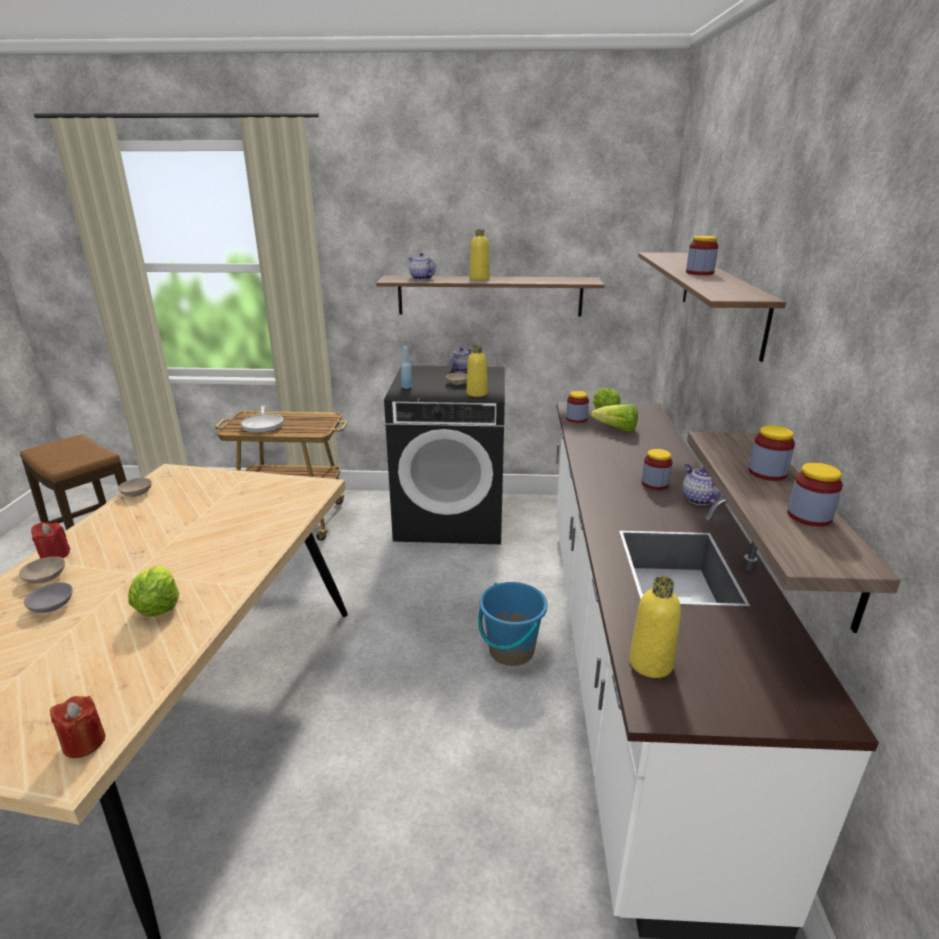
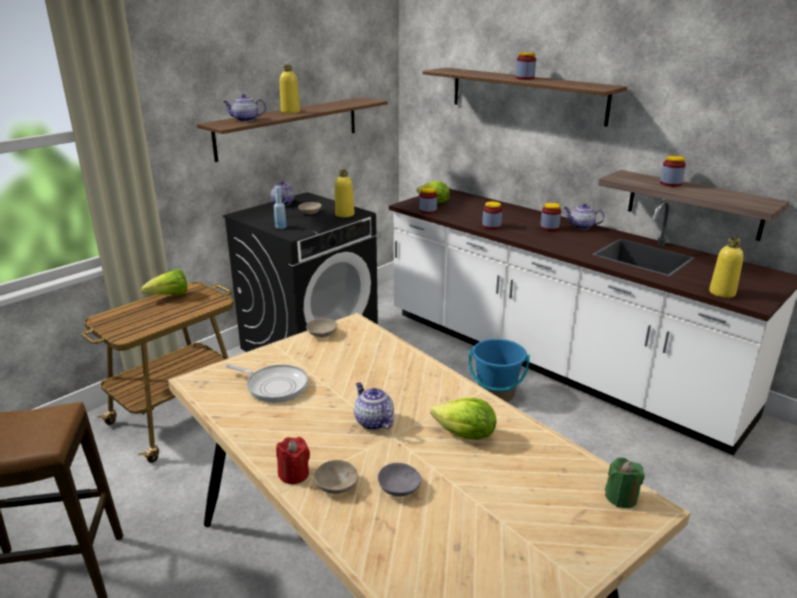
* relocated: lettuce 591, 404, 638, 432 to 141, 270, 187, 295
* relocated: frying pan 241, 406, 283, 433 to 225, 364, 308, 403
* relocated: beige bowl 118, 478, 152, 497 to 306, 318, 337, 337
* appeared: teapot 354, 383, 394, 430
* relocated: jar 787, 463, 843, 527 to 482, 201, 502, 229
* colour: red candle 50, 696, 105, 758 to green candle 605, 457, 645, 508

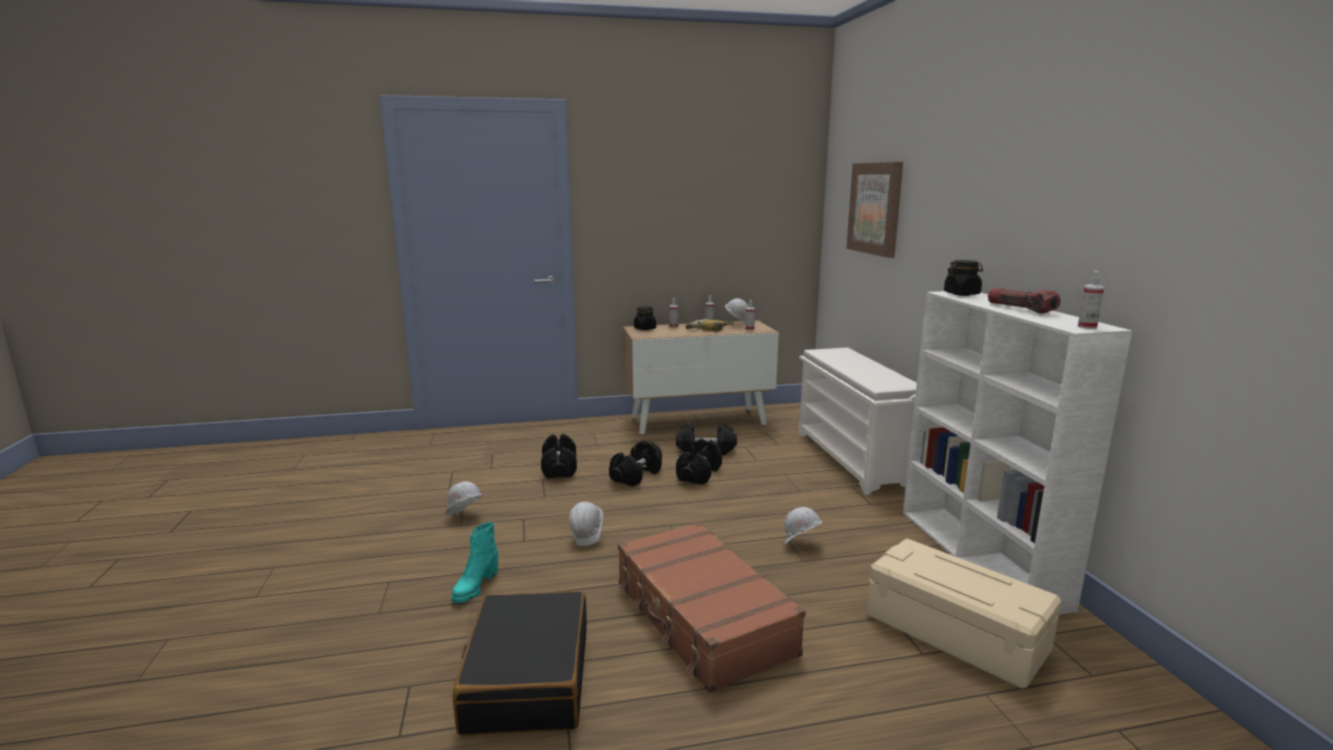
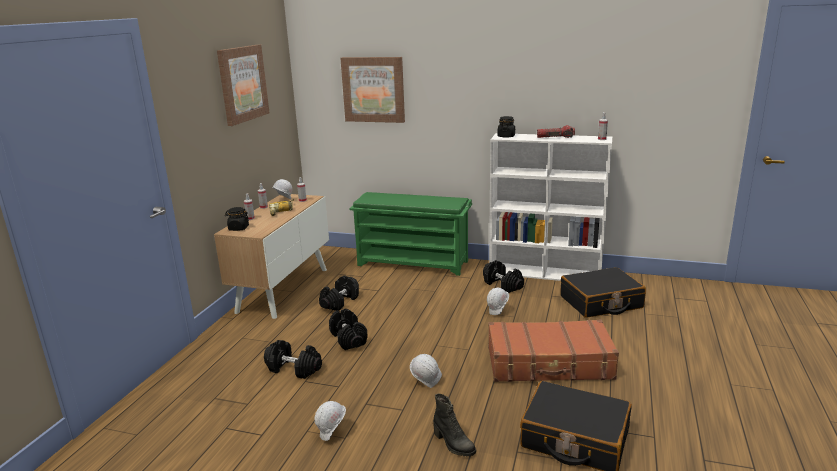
* appeared: picture 217, 45, 270, 126
* colour: white shoe rack 798, 348, 917, 495 to green shoe rack 350, 192, 472, 276
* colour: turquoise boot 452, 522, 498, 603 to black boot 433, 394, 476, 456
* relocated: black dumbbell 676, 439, 722, 485 to 483, 260, 524, 293
* exchanged: beige storage box 866, 539, 1061, 689 to black suitcase 560, 267, 646, 318

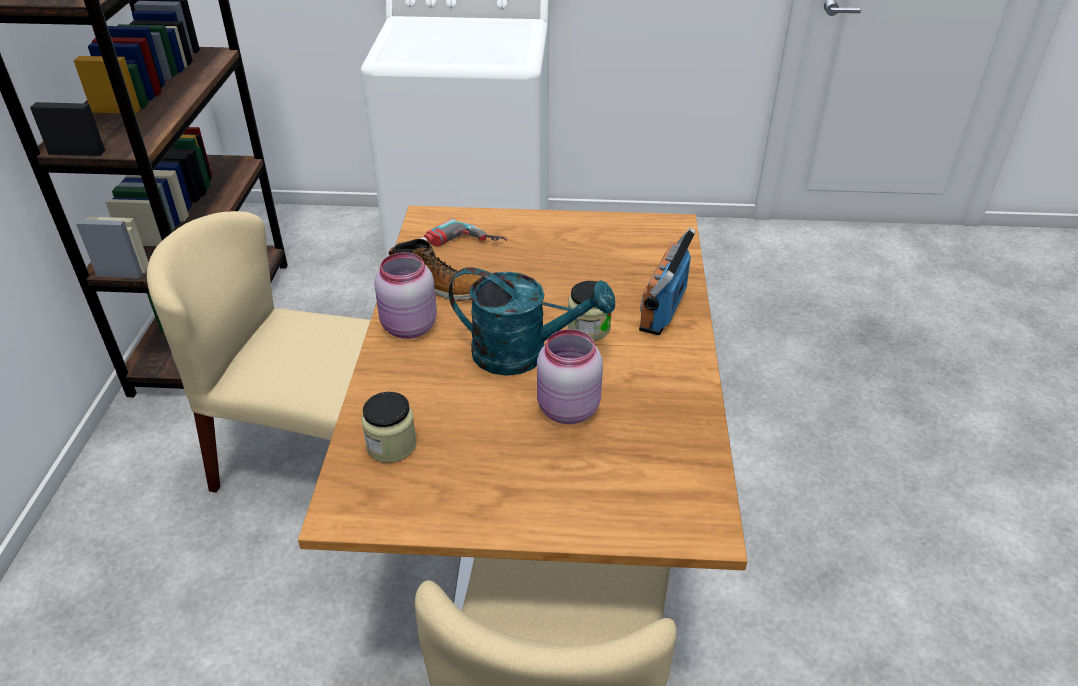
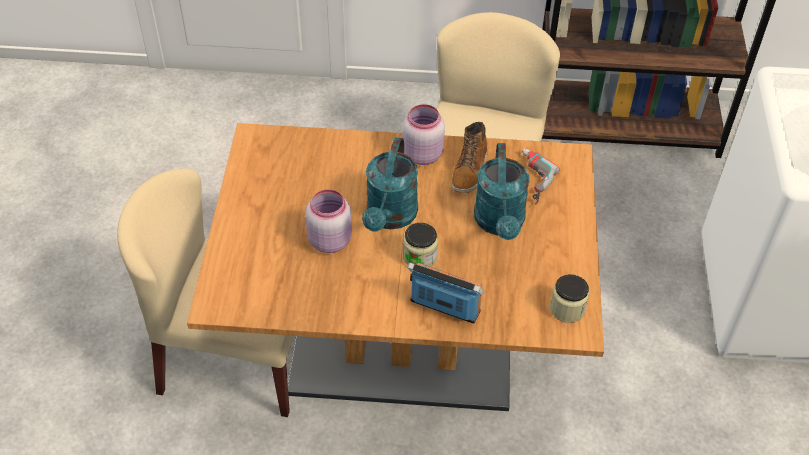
* appeared: turquoise watering can 474, 143, 530, 240
* relocated: jar 361, 392, 417, 463 to 550, 274, 589, 323

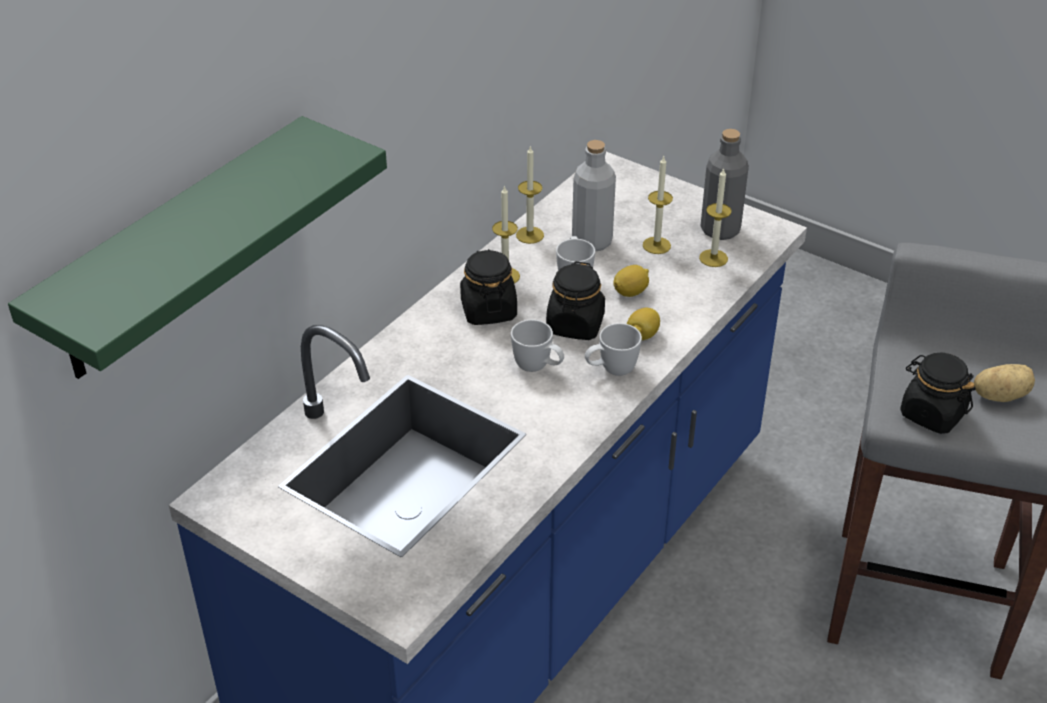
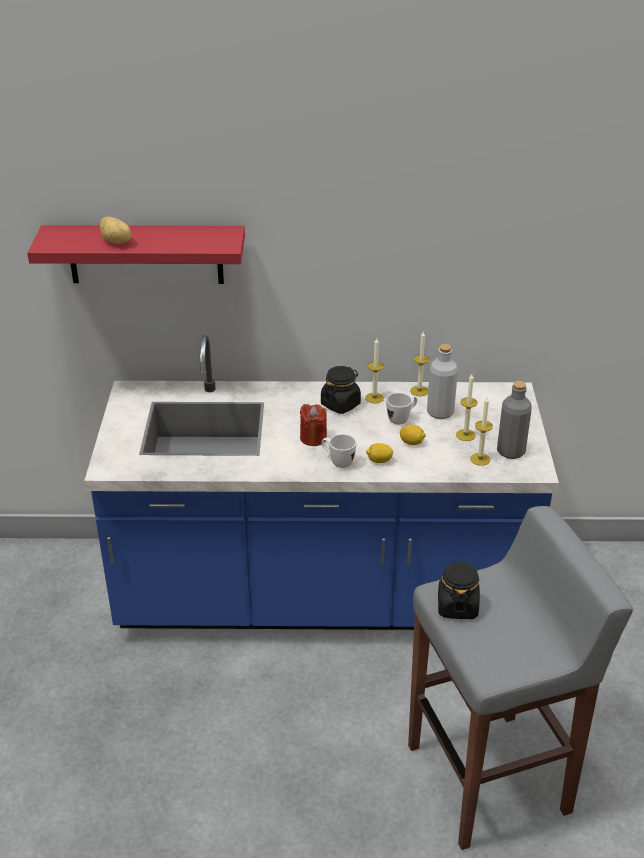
* colour: green shelf 8, 116, 387, 379 to red shelf 27, 225, 245, 284
* relocated: potato 974, 364, 1035, 402 to 100, 217, 131, 244
* exchanged: white mug 511, 320, 564, 372 to red candle 300, 404, 327, 446
* missing: black jar 546, 261, 605, 340

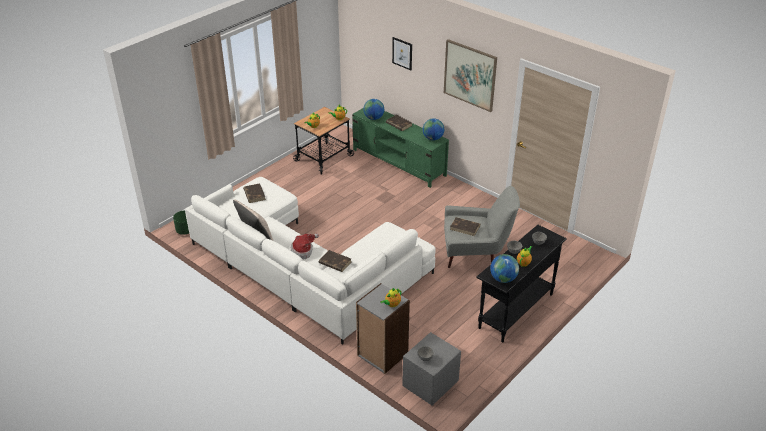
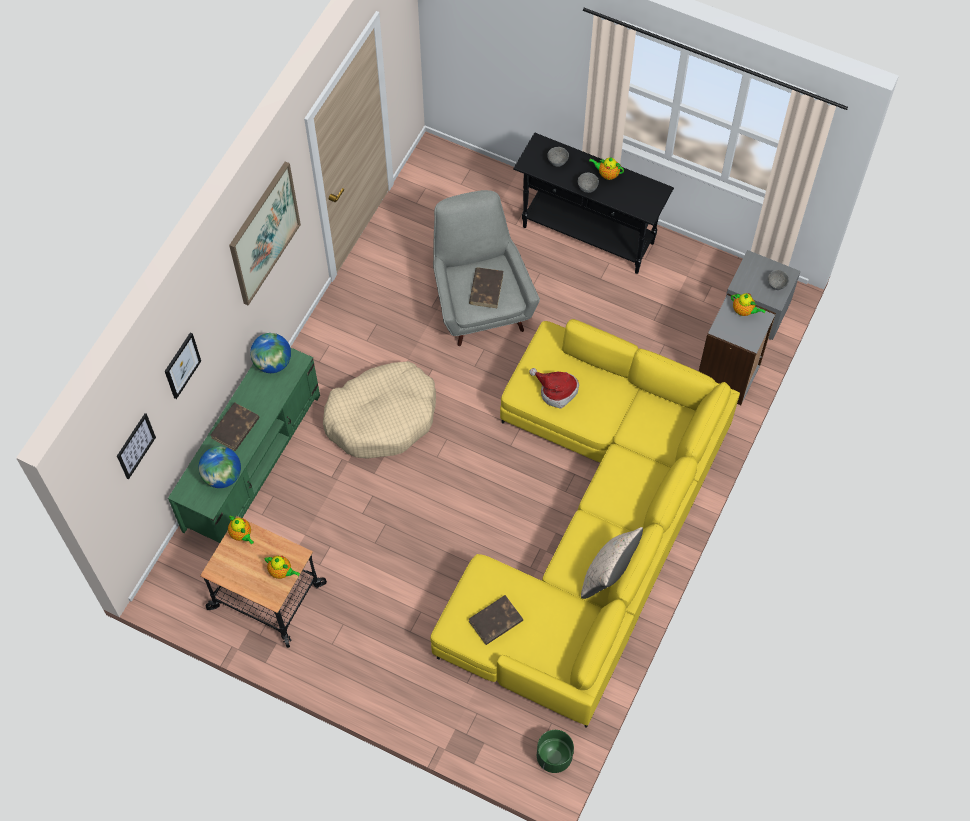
* appeared: picture 117, 413, 156, 480
* appeared: beige dog bed 323, 361, 436, 459
* colour: white sofa 185, 177, 436, 345 to yellow sofa 430, 319, 740, 728
* relocated: hat 291, 233, 319, 260 to 529, 368, 579, 409
* missing: brown book 319, 250, 351, 272
* missing: globe 490, 254, 519, 283

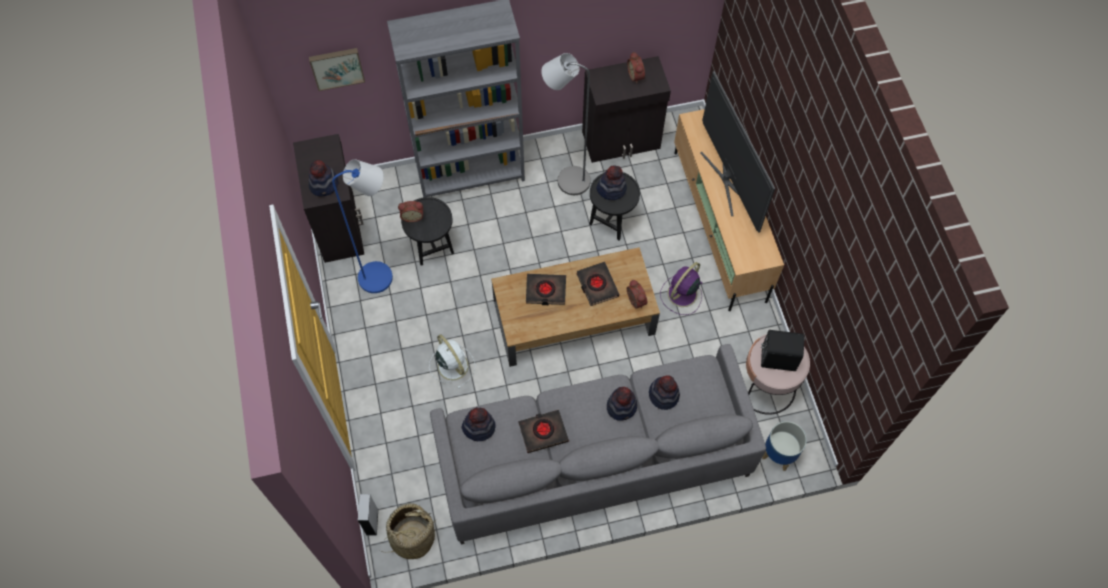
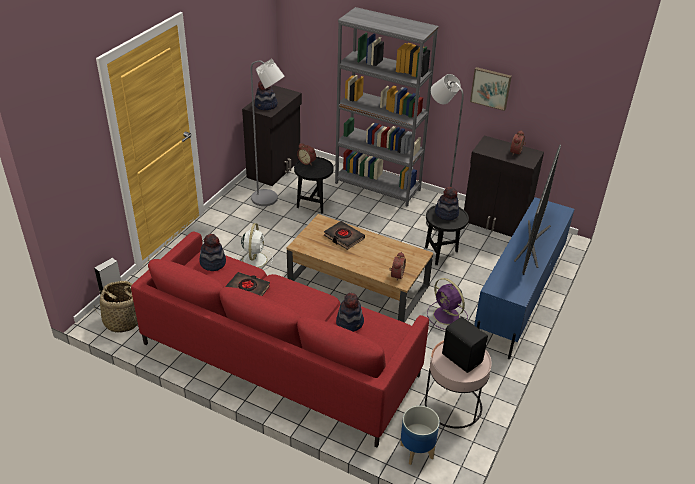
* colour: grey sofa 430, 344, 766, 545 to red sofa 131, 231, 429, 448
* colour: blue floor lamp 332, 159, 393, 293 to grey floor lamp 250, 59, 285, 206
* spun: purple fan 660, 262, 703, 315 = 427, 278, 468, 330 120 degrees counterclockwise
* relocated: picture 309, 48, 365, 91 to 470, 67, 512, 111
* colour: beige tv stand 674, 109, 784, 311 to blue tv stand 474, 197, 574, 359
* missing: black book 577, 262, 619, 306
* missing: hat 607, 387, 637, 421

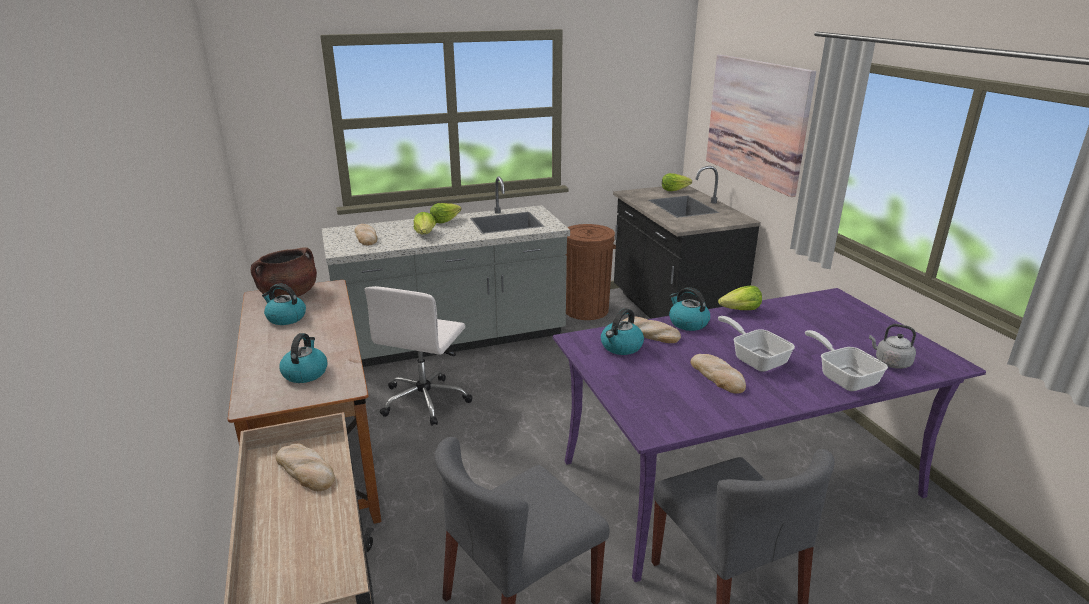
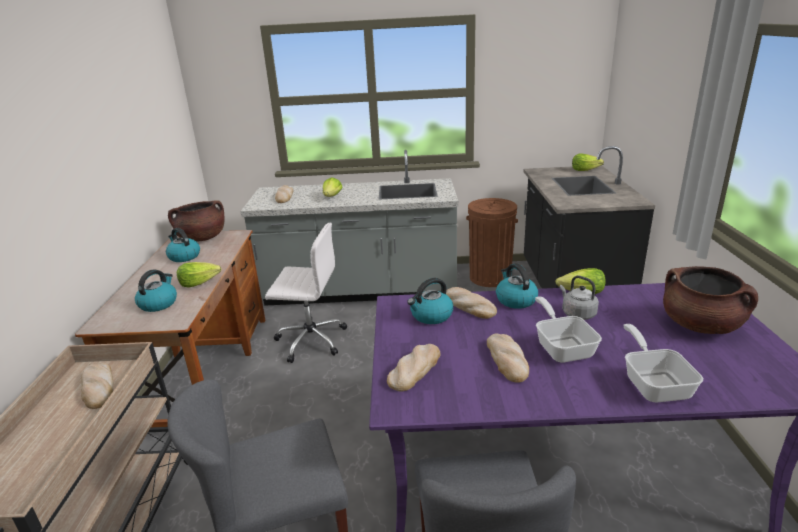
* relocated: lettuce 430, 203, 462, 224 to 177, 262, 221, 288
* spun: white office chair 365, 286, 473, 426 = 265, 222, 347, 363 120 degrees counterclockwise
* appeared: bread 387, 344, 440, 391
* relocated: grey kettle 869, 324, 916, 369 to 559, 276, 599, 320
* appeared: brown cooking pot 663, 266, 758, 334
* missing: picture 706, 55, 816, 197

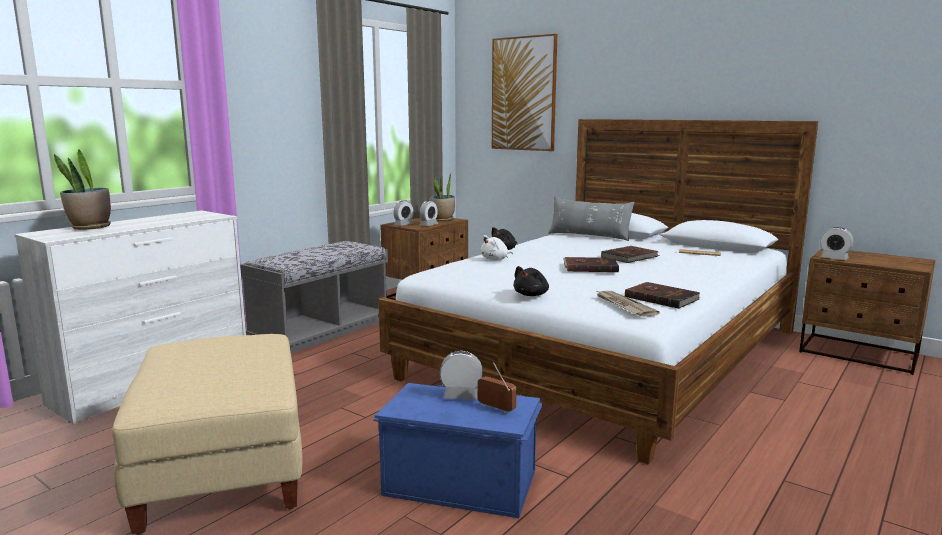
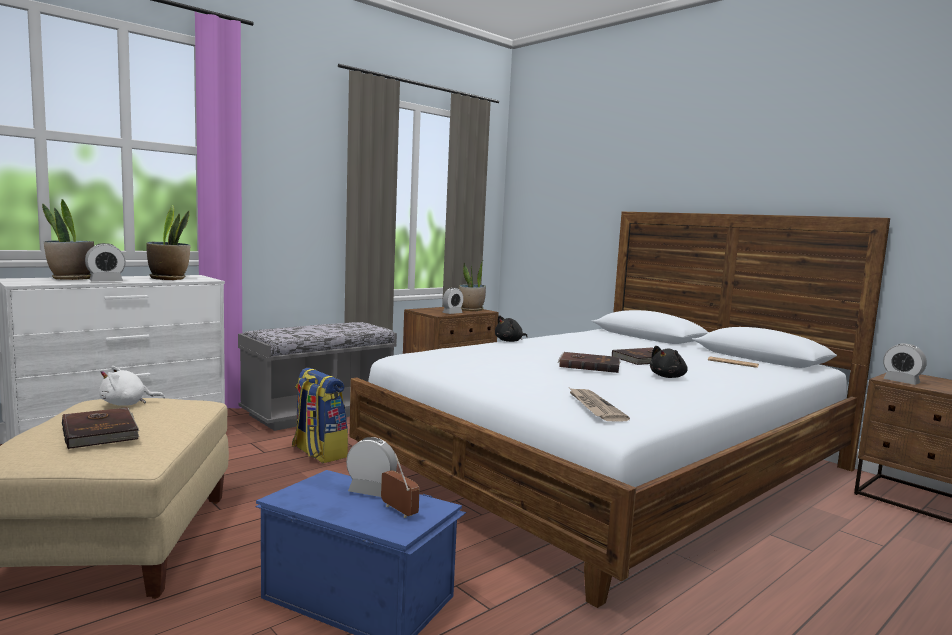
* relocated: brown book 625, 282, 701, 309 to 62, 407, 140, 449
* relocated: alarm clock 393, 200, 414, 226 to 85, 243, 126, 281
* relocated: white plush toy 480, 235, 513, 260 to 99, 366, 165, 406
* appeared: potted plant 146, 205, 191, 280
* appeared: backpack 292, 368, 348, 463
* relocated: black plush toy 513, 266, 549, 296 to 650, 346, 688, 378
* missing: picture 492, 34, 557, 151
* missing: grey pillow 548, 196, 635, 241

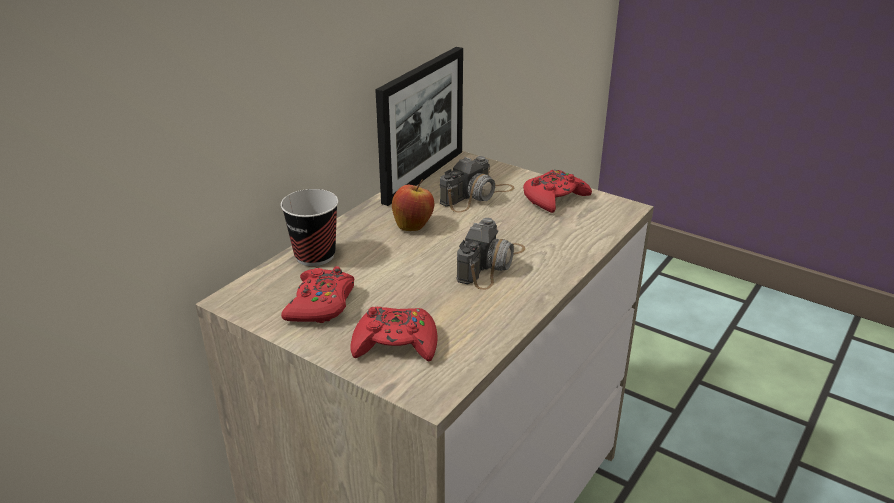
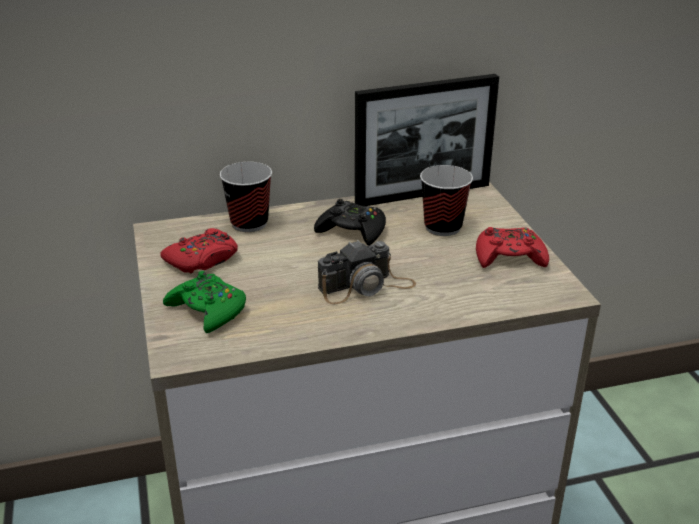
* colour: red game controller 351, 307, 438, 362 to green game controller 163, 271, 246, 333
* exchanged: apple 392, 180, 434, 231 to black game controller 314, 199, 386, 246
* exchanged: photo camera 440, 156, 514, 212 to cup 420, 165, 473, 236

